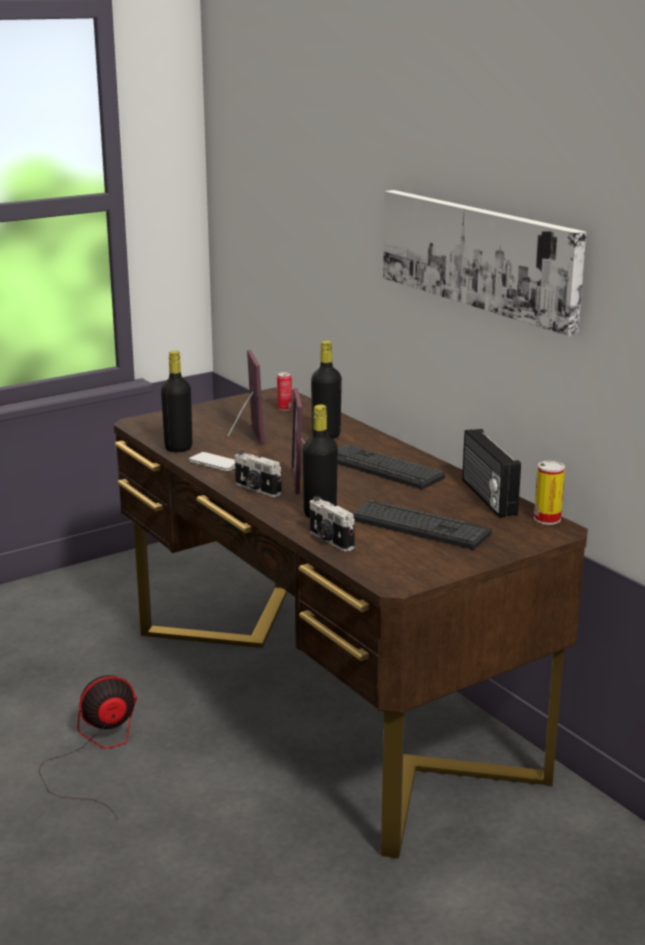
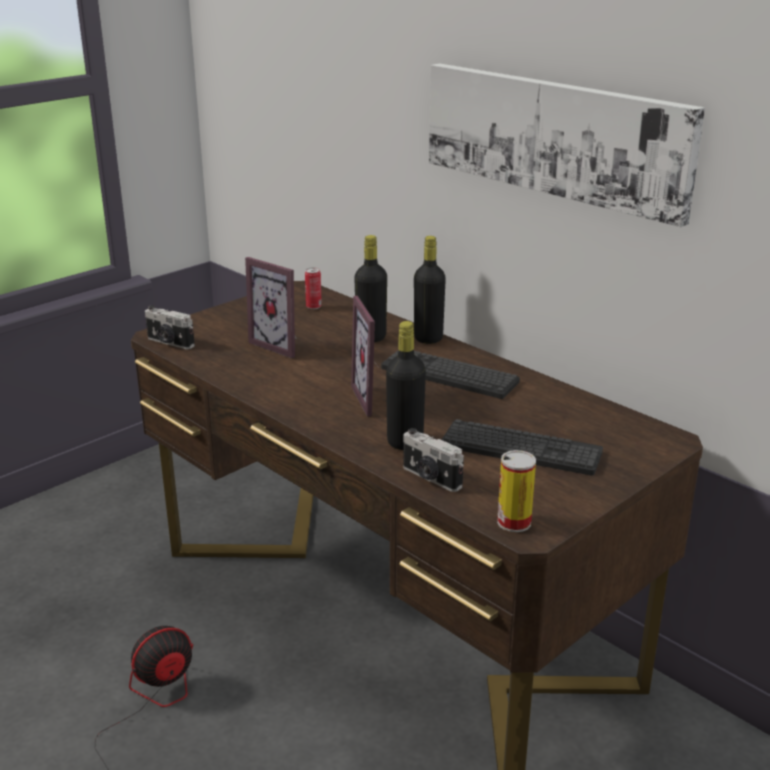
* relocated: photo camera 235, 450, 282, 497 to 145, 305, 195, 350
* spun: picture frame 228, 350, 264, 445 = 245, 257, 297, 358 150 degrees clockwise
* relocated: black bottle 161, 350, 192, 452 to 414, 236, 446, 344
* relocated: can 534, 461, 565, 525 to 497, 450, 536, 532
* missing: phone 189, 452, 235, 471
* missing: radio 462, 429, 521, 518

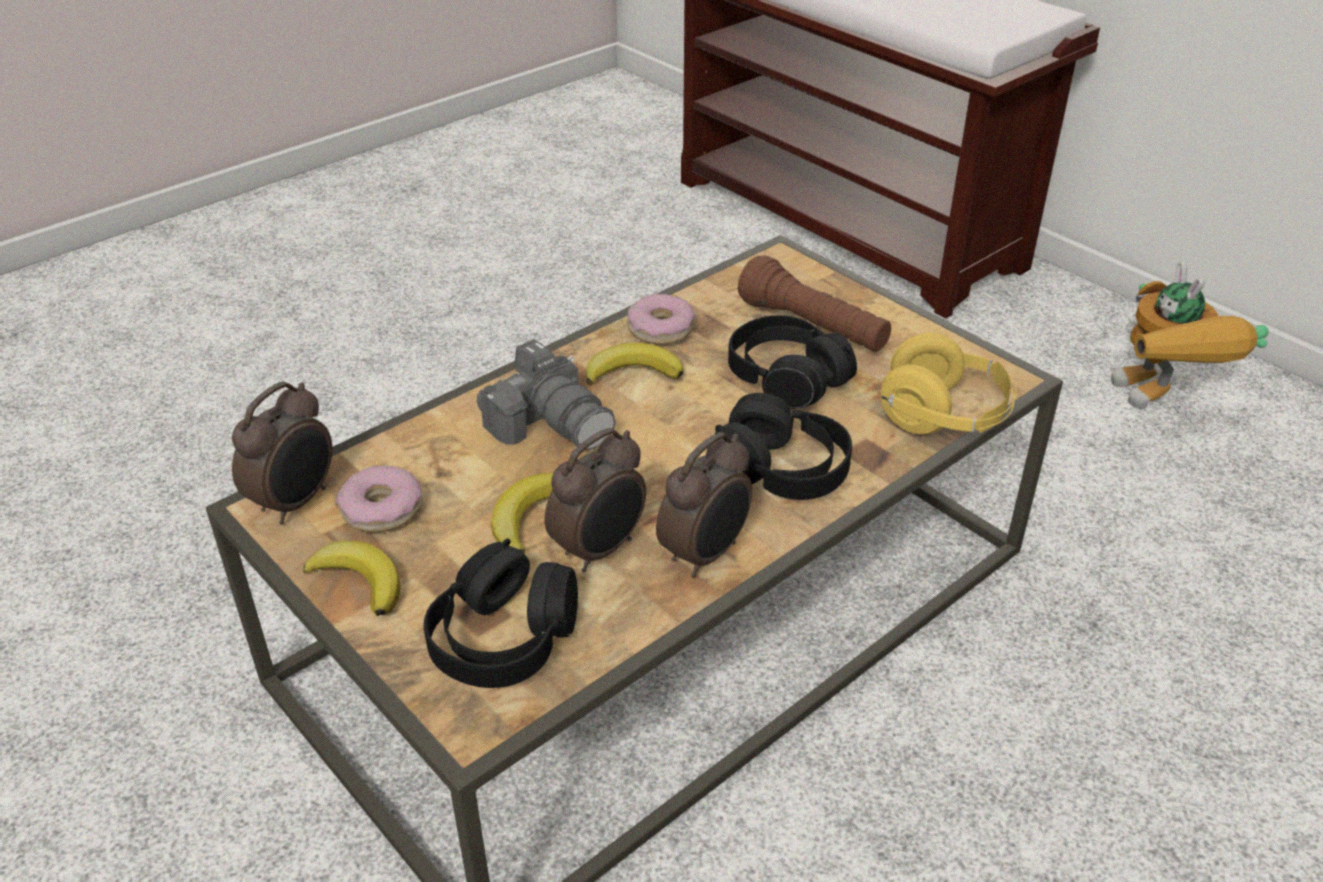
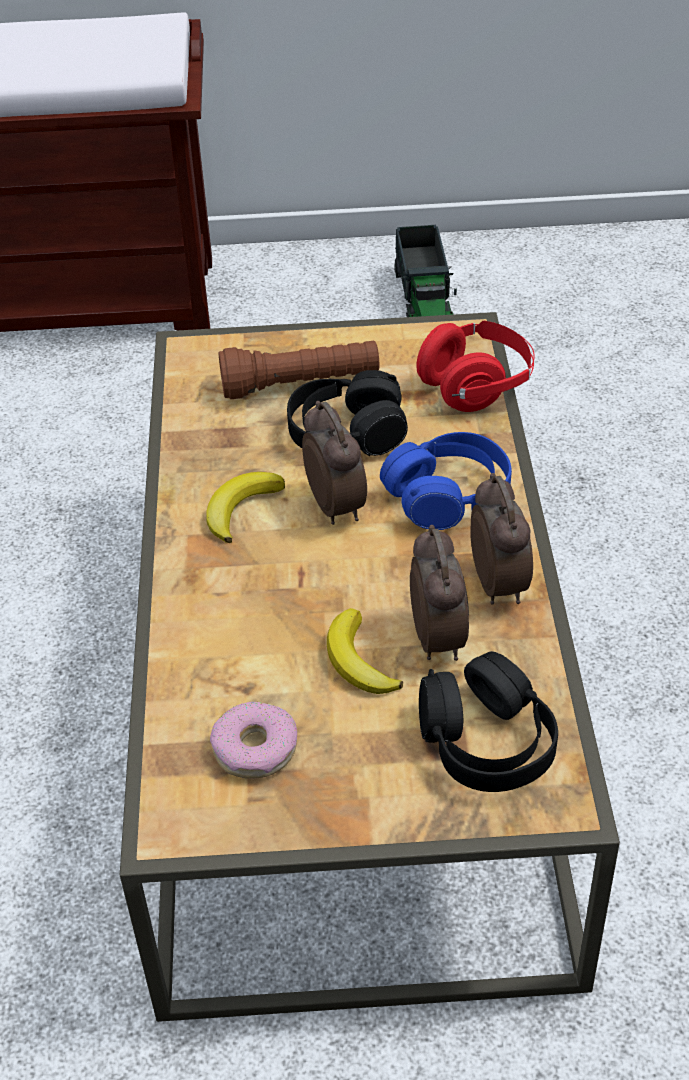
* relocated: alarm clock 232, 382, 332, 524 to 302, 401, 367, 525
* colour: black headphones 707, 393, 852, 500 to blue headphones 380, 432, 512, 530
* exchanged: toy robot 1111, 261, 1269, 409 to toy truck 394, 225, 457, 317
* colour: yellow headphones 881, 333, 1016, 434 to red headphones 416, 321, 535, 412
* missing: banana 303, 541, 400, 616
* missing: photo camera 477, 340, 615, 450
* missing: donut 627, 294, 695, 345

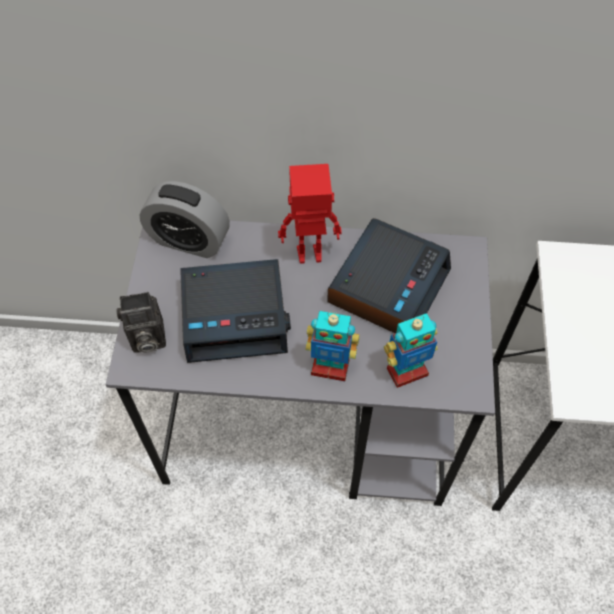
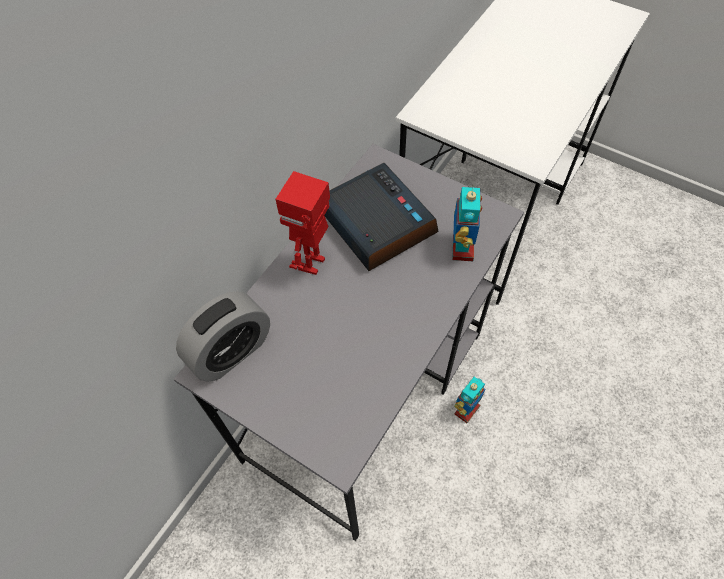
* relocated: toy robot 305, 311, 359, 381 to 454, 377, 485, 423
* missing: photo camera 116, 292, 166, 353
* missing: alarm clock 180, 259, 291, 363

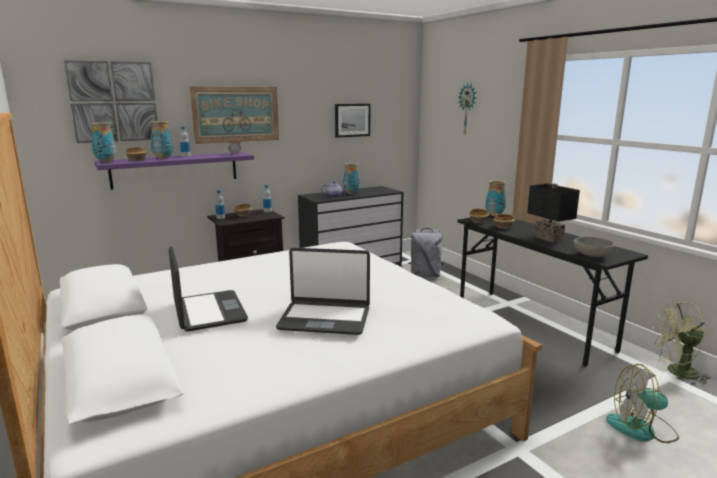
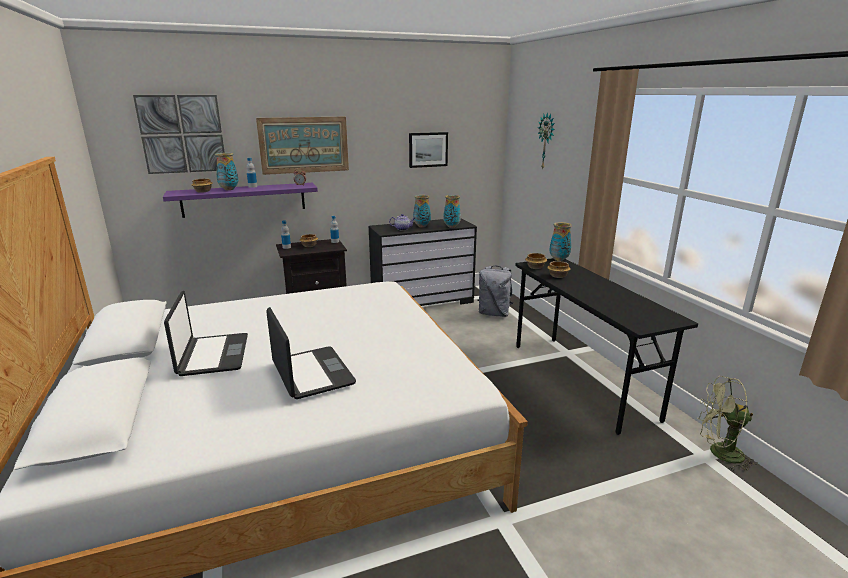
* spun: laptop 276, 248, 370, 335 = 266, 307, 356, 399 135 degrees counterclockwise
* relocated: vase 91, 122, 117, 162 to 443, 195, 461, 228
* missing: black table lamp 527, 183, 580, 243
* missing: grey bowl 573, 236, 615, 257
* missing: fan 606, 364, 679, 443

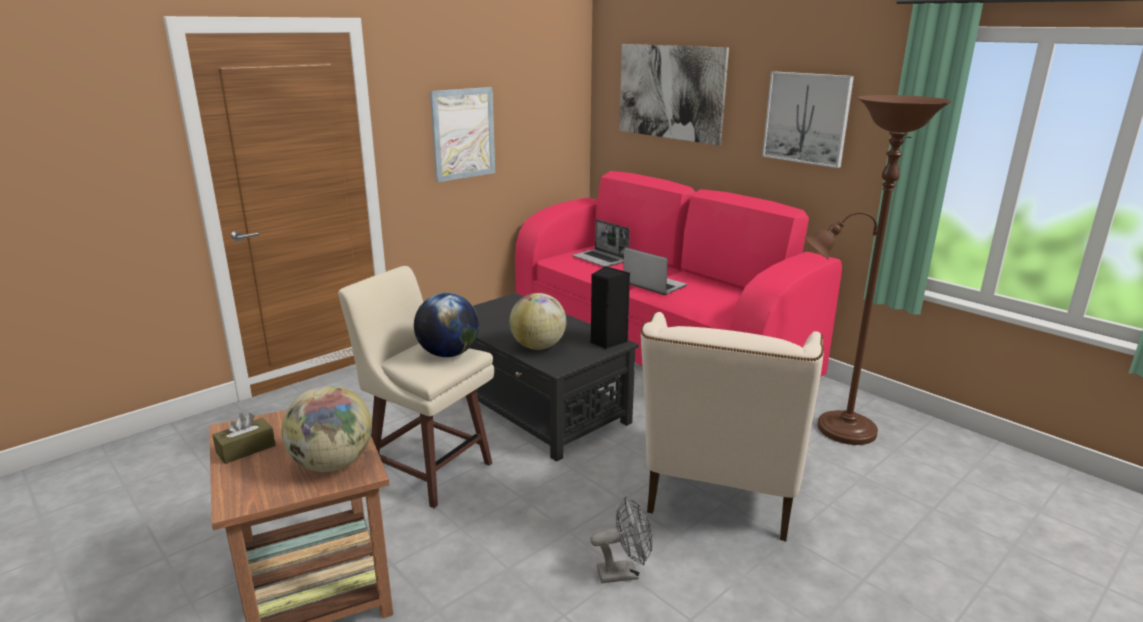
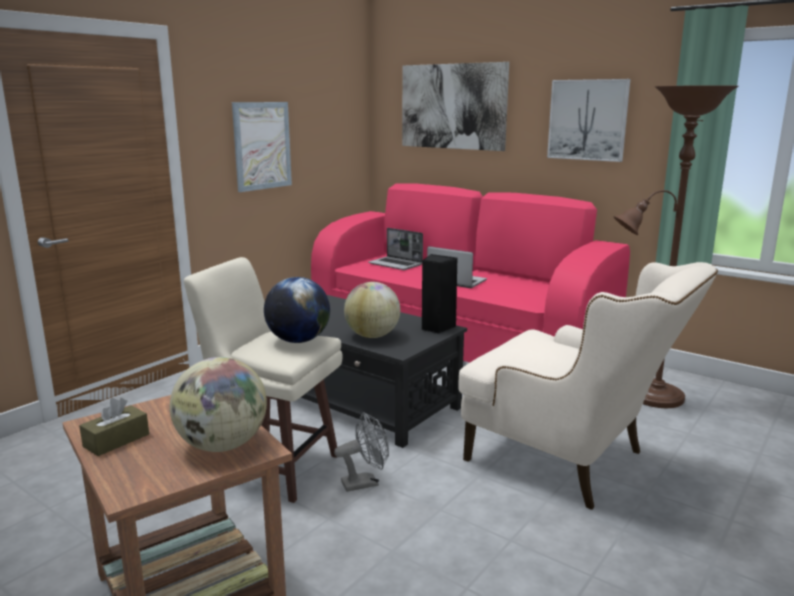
* relocated: grey fan 590, 496, 653, 583 to 334, 412, 389, 492
* spun: beige armchair 641, 312, 824, 541 = 458, 262, 718, 510 60 degrees counterclockwise

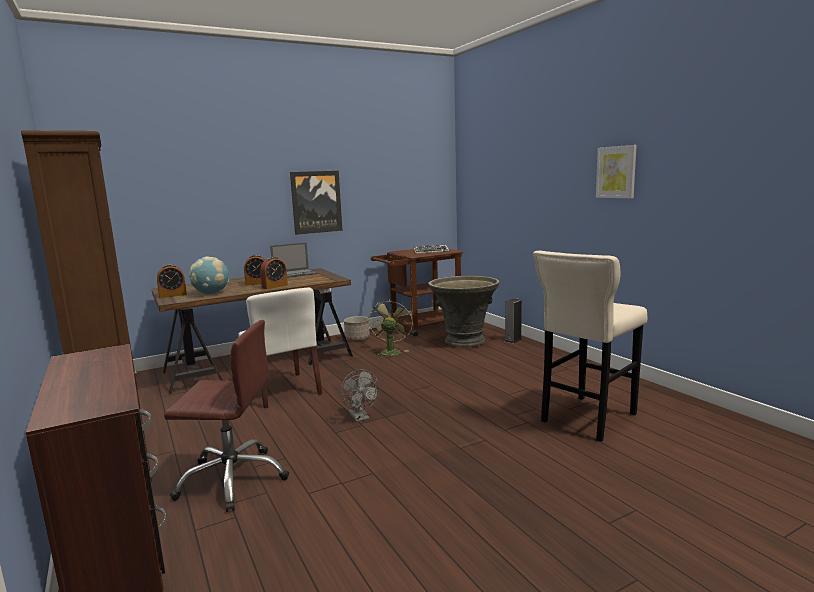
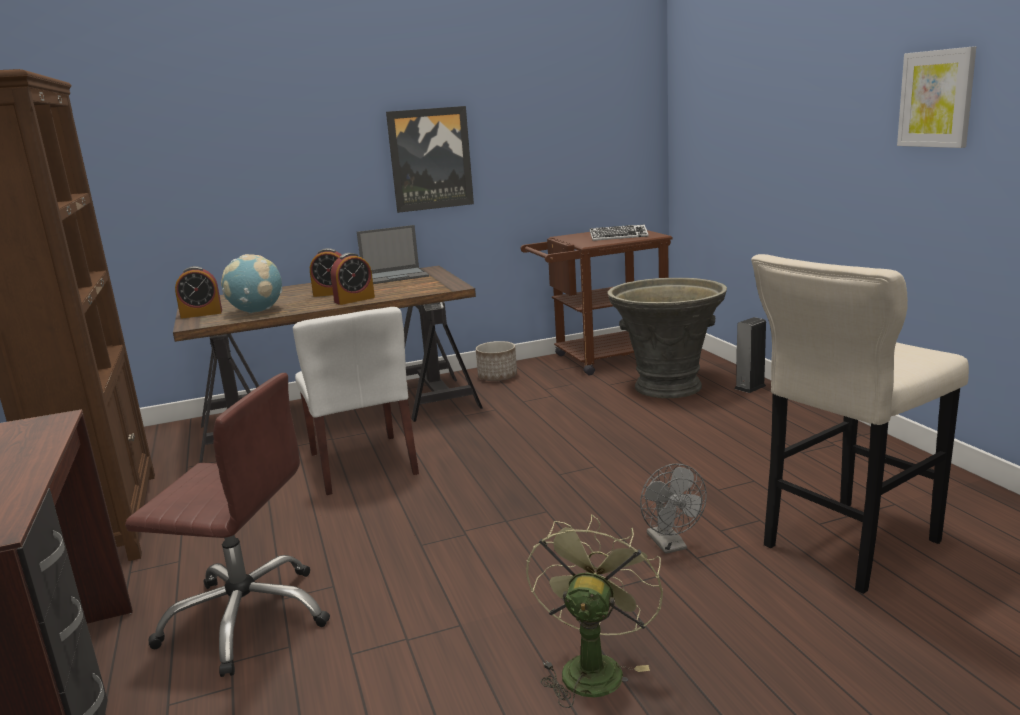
* relocated: green fan 368, 299, 413, 358 to 526, 514, 663, 708
* relocated: grey fan 341, 369, 380, 422 to 640, 463, 707, 554

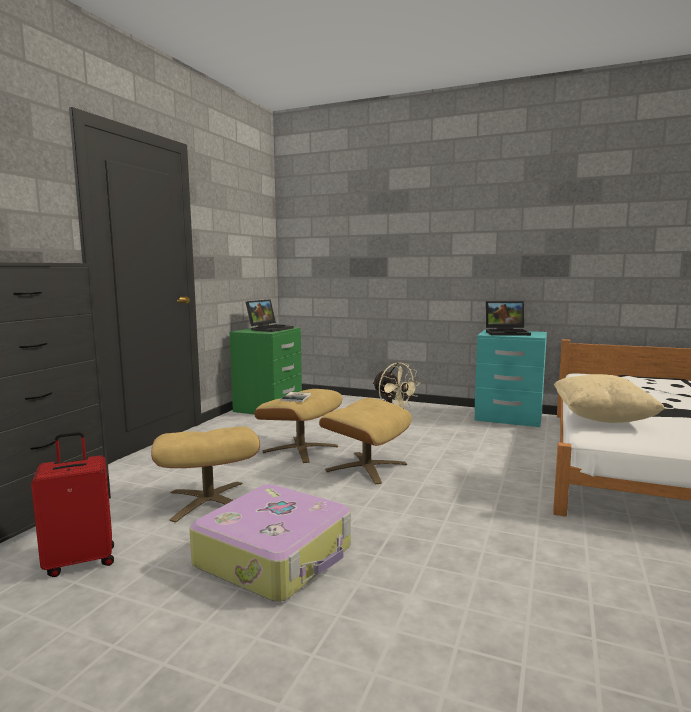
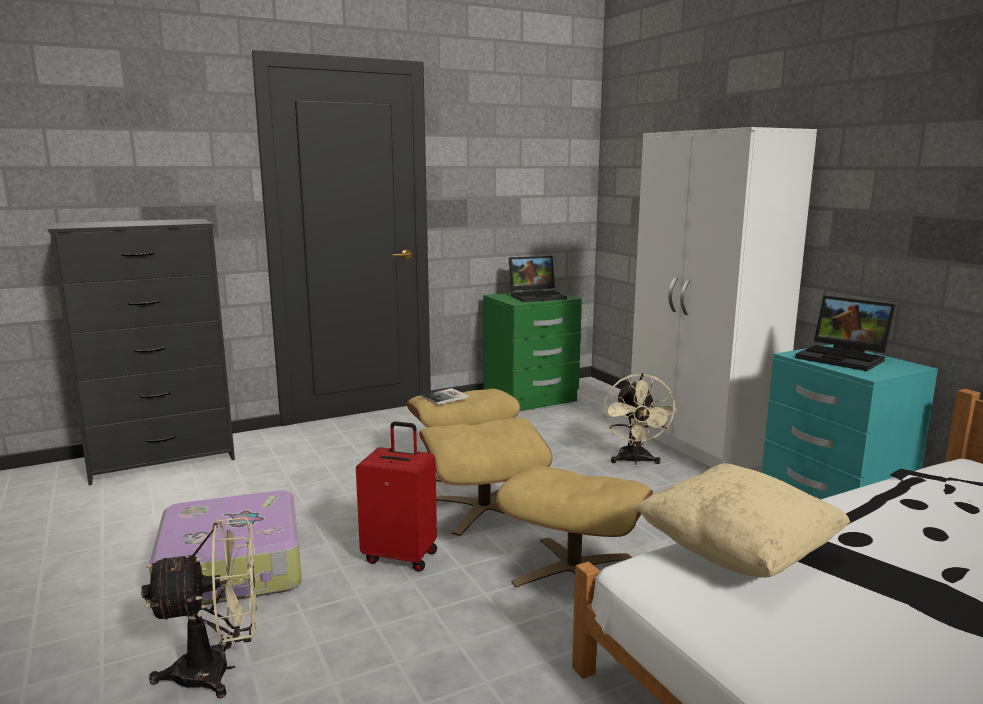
* appeared: beige fan 141, 517, 258, 698
* relocated: red suitcase 31, 431, 114, 577 to 356, 421, 437, 572
* relocated: beige ottoman 151, 426, 260, 523 to 496, 466, 653, 588
* appeared: white wardrobe 631, 127, 817, 469

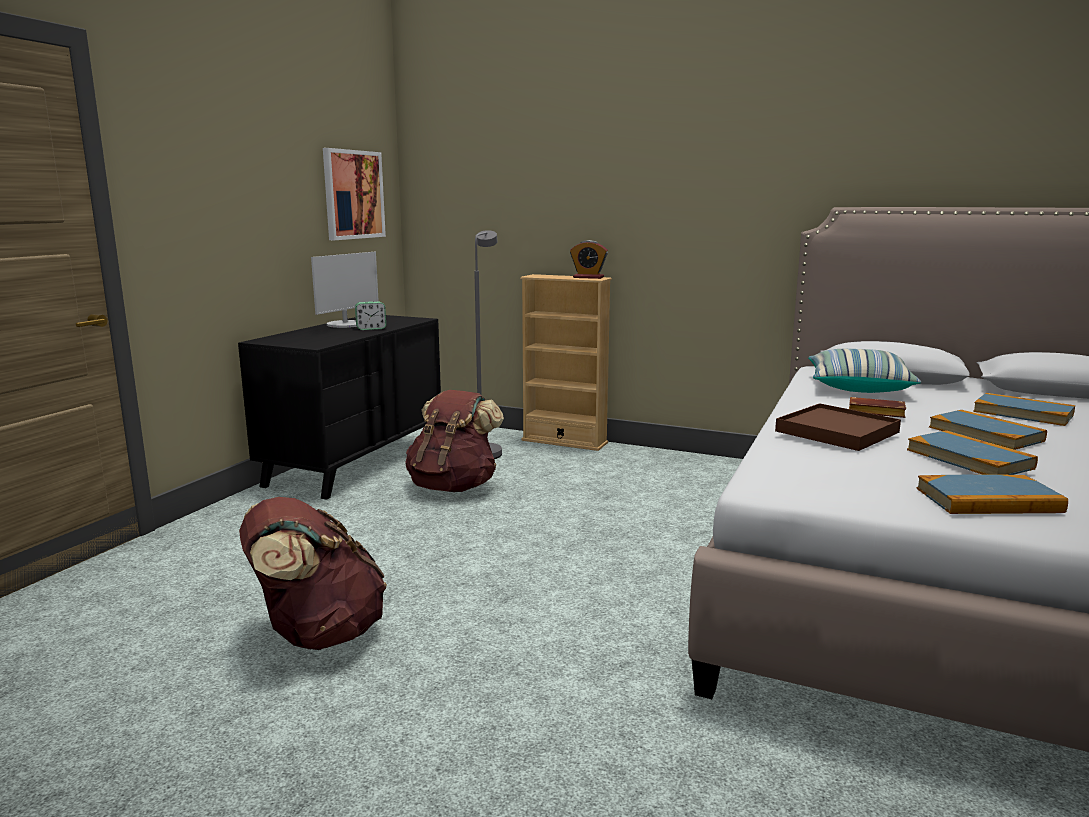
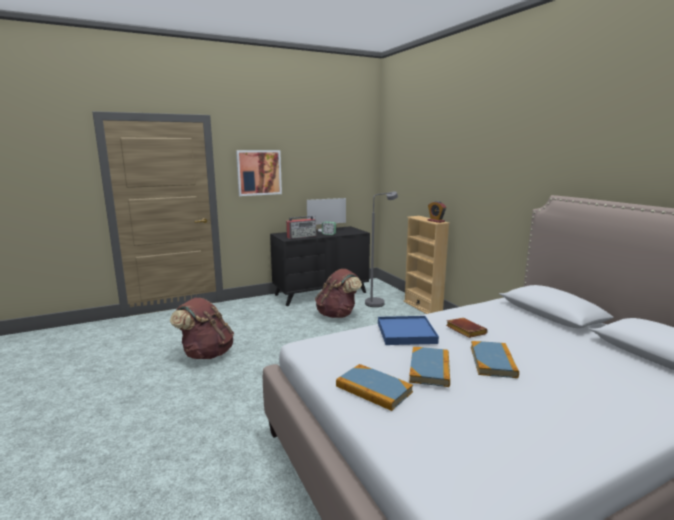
* relocated: picture 323, 148, 386, 240 to 236, 150, 282, 196
* appeared: radio 286, 216, 316, 239
* colour: brown tray 775, 403, 901, 451 to blue tray 378, 316, 439, 345
* missing: pillow 808, 349, 921, 393
* missing: book 973, 393, 1075, 426

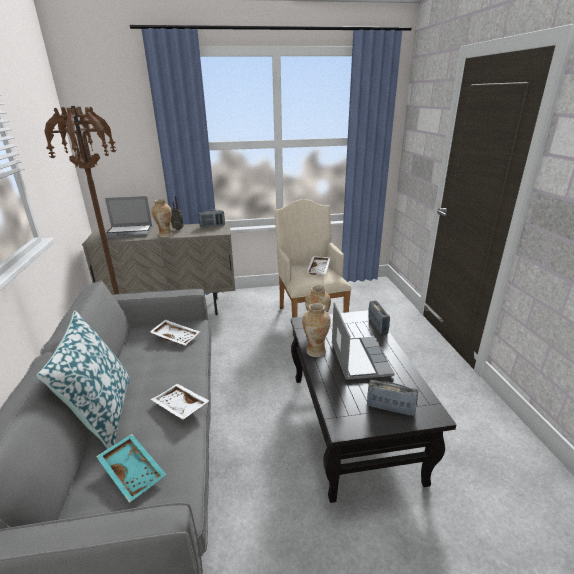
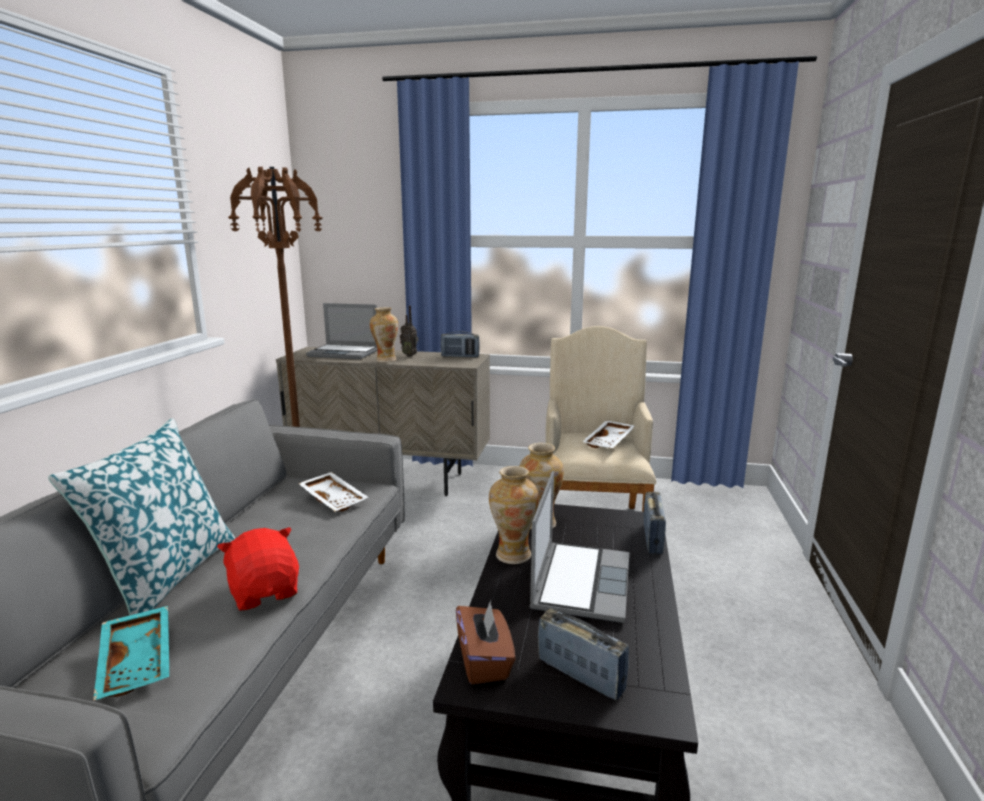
* exchanged: white tray 151, 384, 209, 420 to red plush toy 217, 527, 299, 611
* appeared: brown tissue box 456, 600, 515, 684

